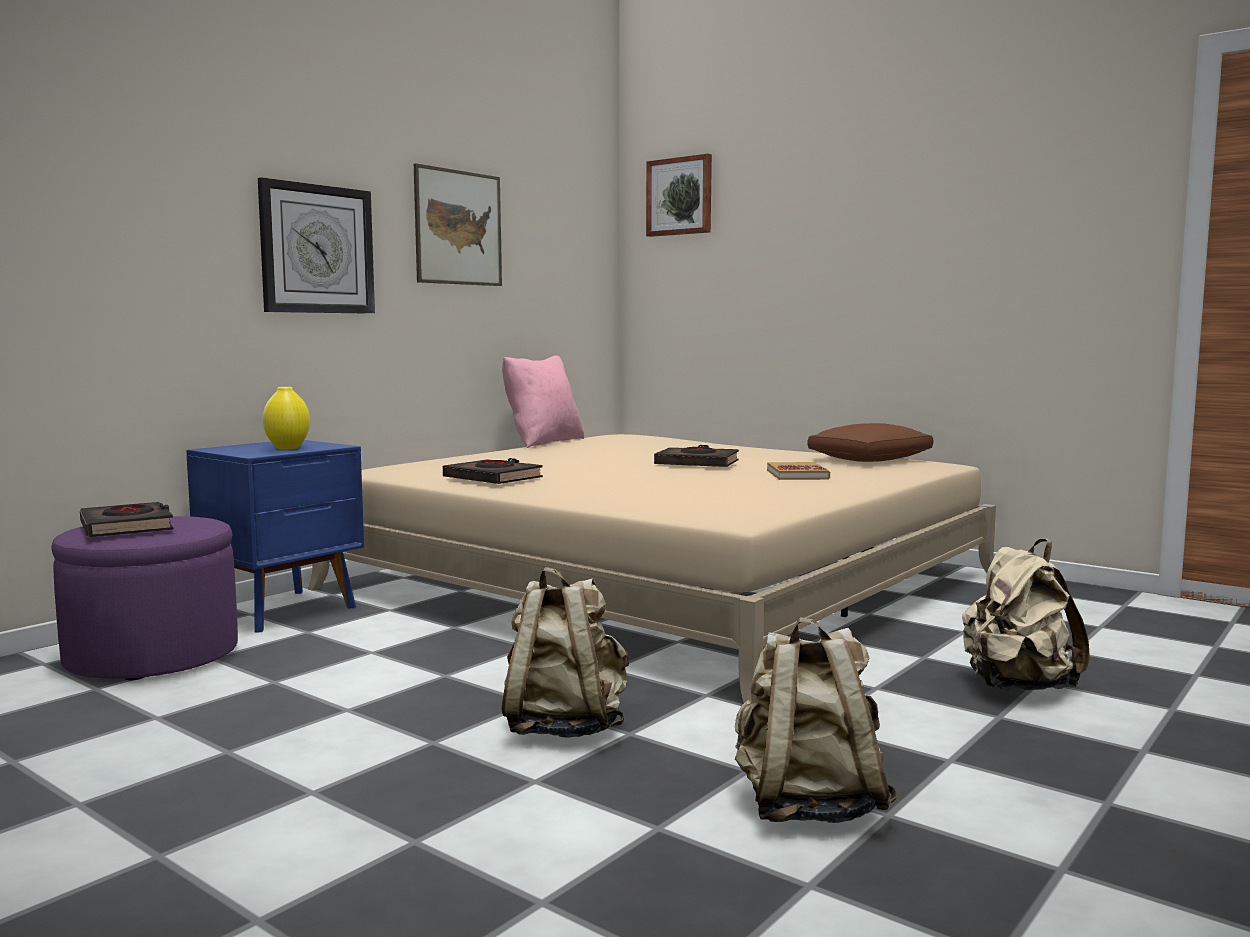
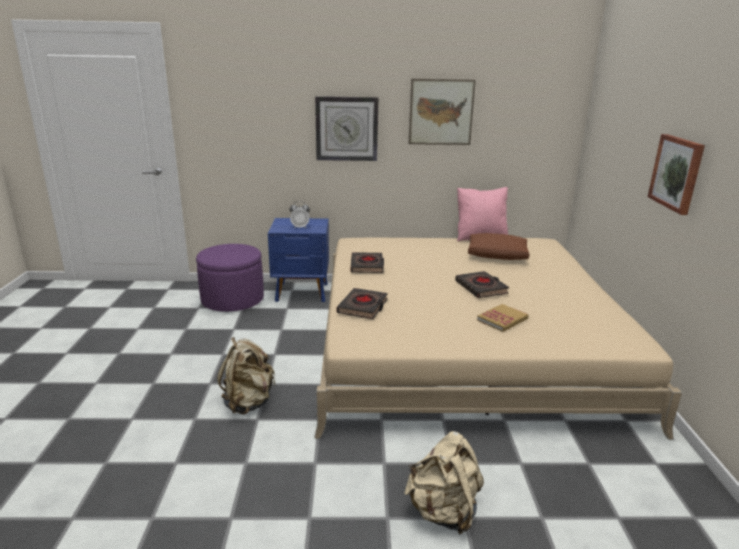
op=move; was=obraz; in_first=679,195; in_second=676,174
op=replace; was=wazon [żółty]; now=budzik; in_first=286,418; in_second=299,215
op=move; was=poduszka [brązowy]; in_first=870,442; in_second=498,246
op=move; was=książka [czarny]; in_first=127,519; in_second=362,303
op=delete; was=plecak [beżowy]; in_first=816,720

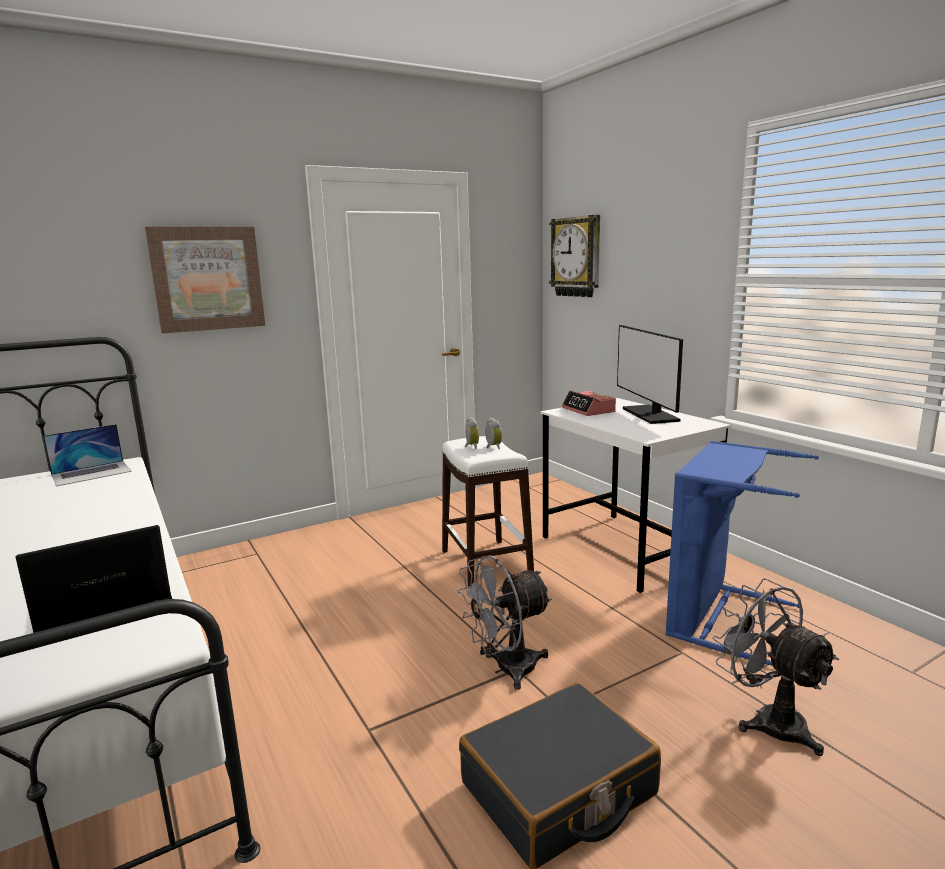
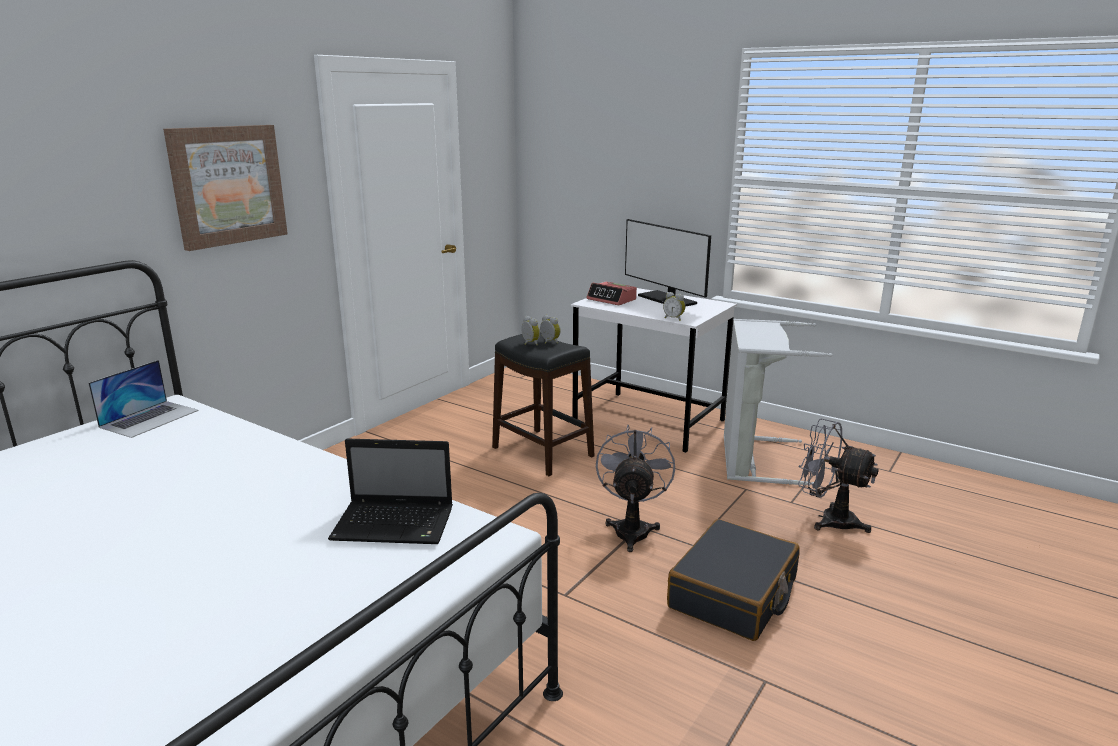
op=delete; was=zegar ścienny; in_first=574,256
op=recolor; was=stołek [biały]; now=stołek [czarny]; in_first=488,512; in_second=543,404
op=recolor; was=kosz na pranie [niebieski]; now=kosz na pranie [szary]; in_first=742,553; in_second=778,402
op=rotate; was=laptop; in_first=94,579; in_second=390,491; clockwise=-120
op=rotate; was=wentylator [szary]; in_first=504,622; in_second=635,488; clockwise=150
op=insert; now=budzik; in_second=674,306

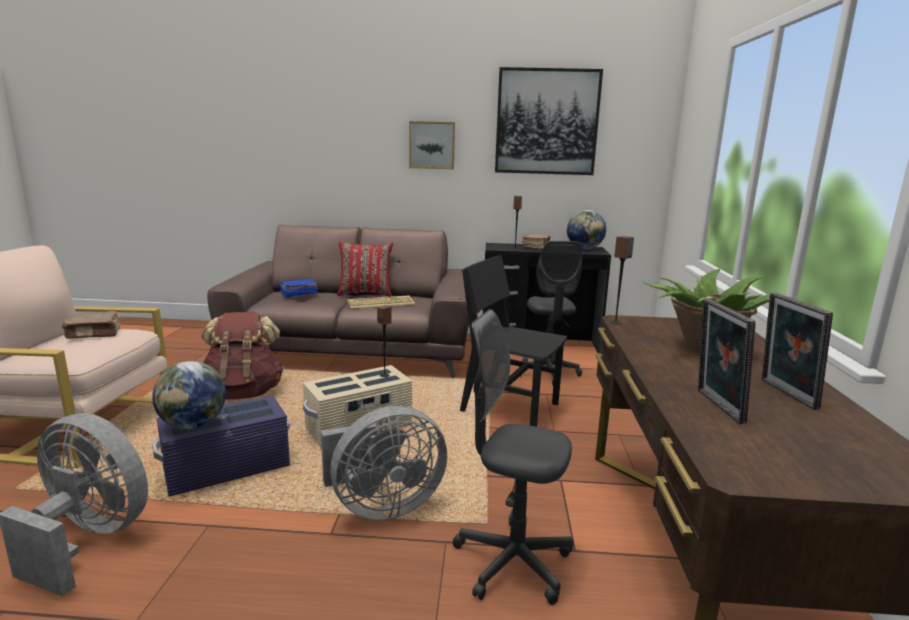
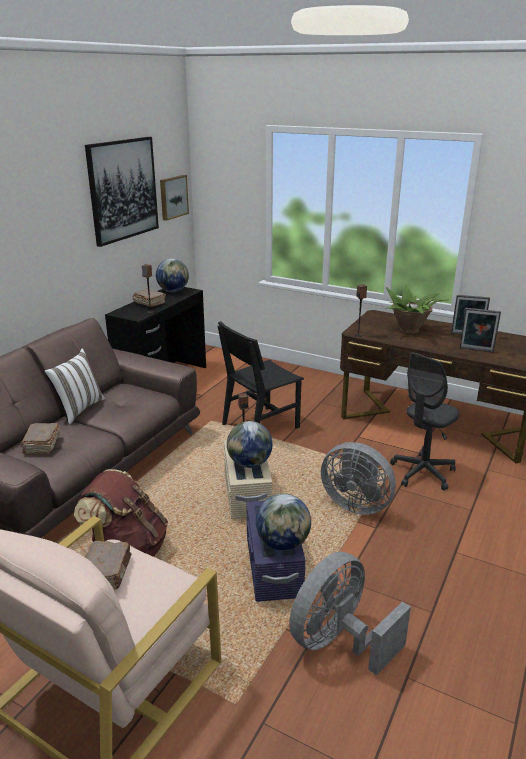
op=move; was=obraz; in_first=432,145; in_second=174,198
op=delete; was=krzesło biurowe [szary]; in_first=550,313
op=recolor; was=poduszka [czerwony]; now=poduszka [biały]; in_first=365,269; in_second=74,387
op=recolor; was=książka [niebieski]; now=książka [brązowy]; in_first=299,289; in_second=40,439
op=delete; was=klawiatura; in_first=381,302
op=rotate; was=wentylator [szary]; in_first=384,463; in_second=358,478; clockwise=120
op=insert; now=globus; in_second=250,444

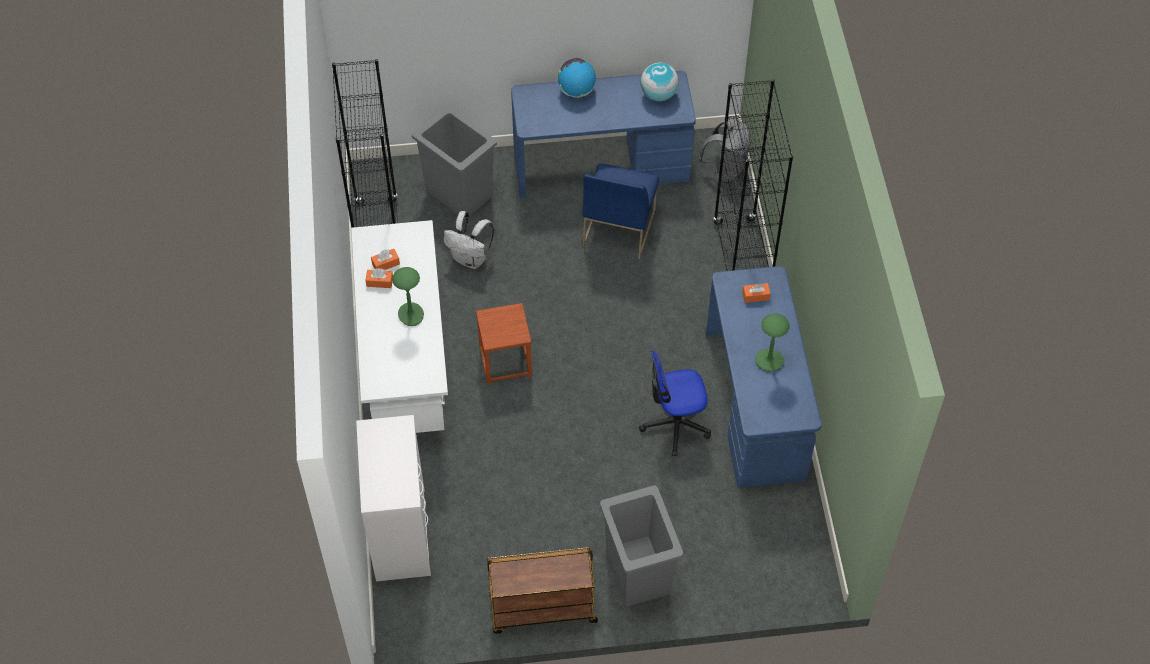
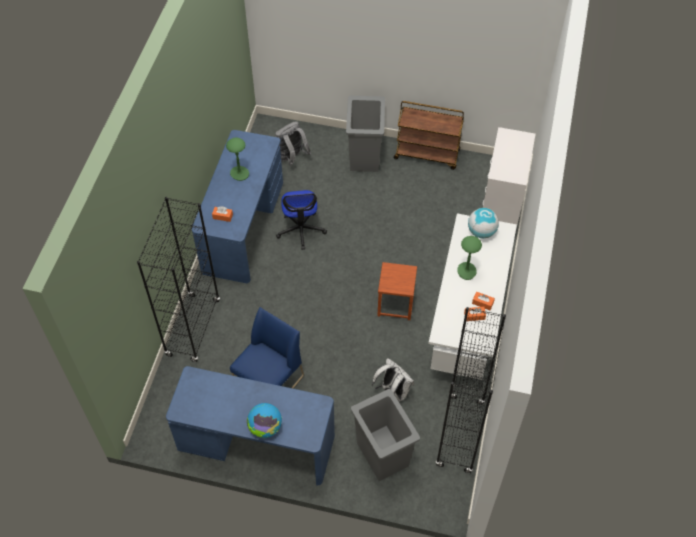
op=move; was=globus; in_first=659,82; in_second=483,223
op=move; was=plecak [szary]; in_first=725,151; in_second=293,143
op=rotate; was=krzesło biurowe; in_first=675,403; in_second=301,220; clockwise=75

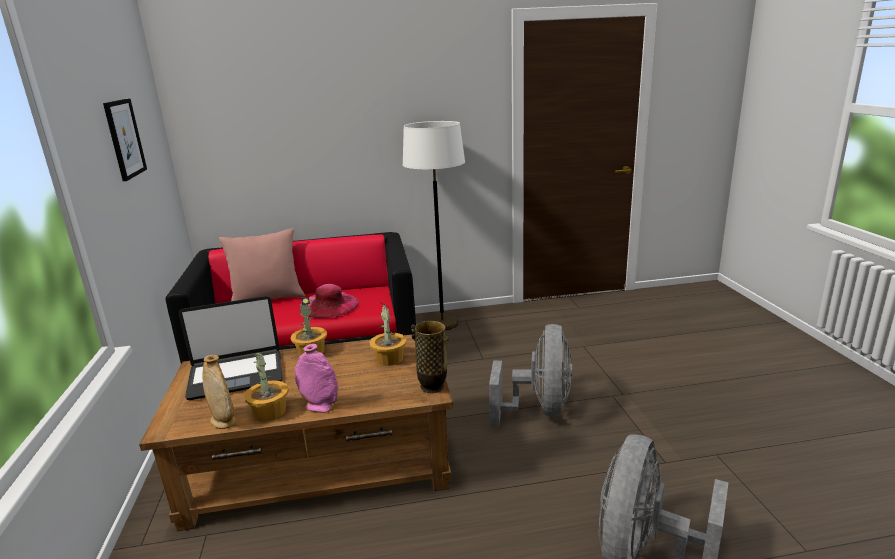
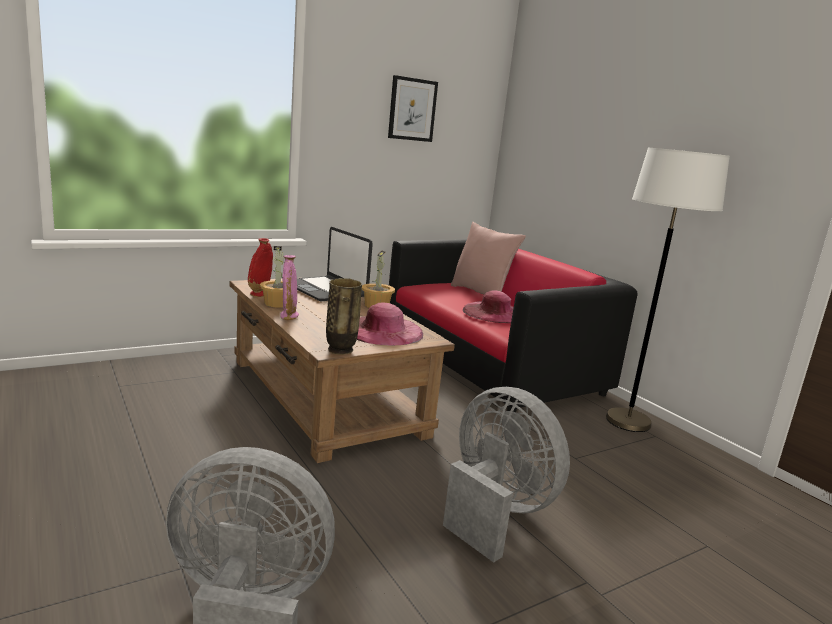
op=replace; was=roślina doniczkowa; now=kapelusz [różowy]; in_first=388,334; in_second=390,324
op=rotate; was=wentylator [szary]; in_first=531,375; in_second=506,475; clockwise=-120
op=recolor; was=wazon [beżowy]; now=wazon [czerwony]; in_first=219,392; in_second=260,267

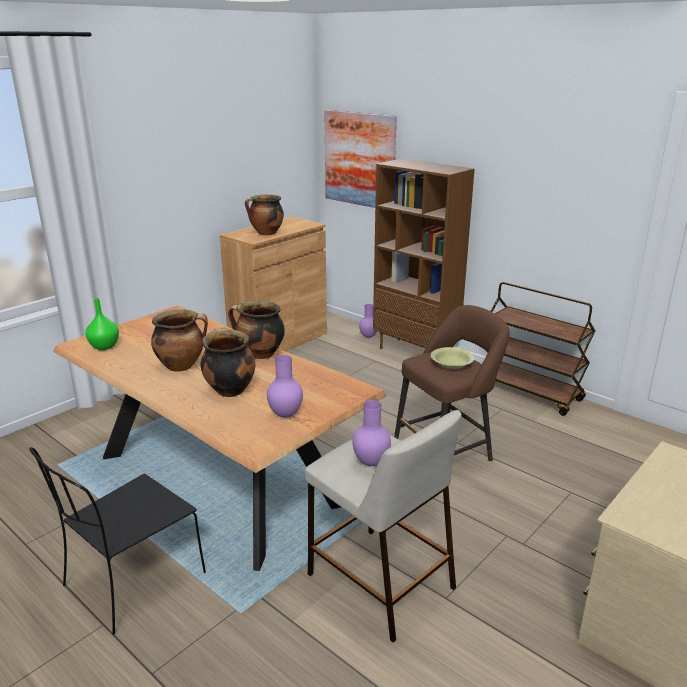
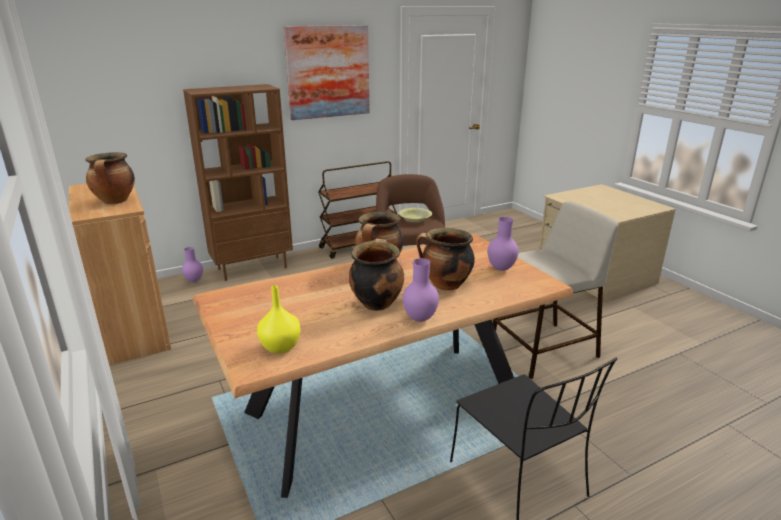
op=move; was=obraz; in_first=361,159; in_second=327,72
op=recolor; was=wazon [zielony]; now=wazon [żółty]; in_first=102,324; in_second=279,319
op=move; was=wazon [fioletowy]; in_first=372,433; in_second=421,290

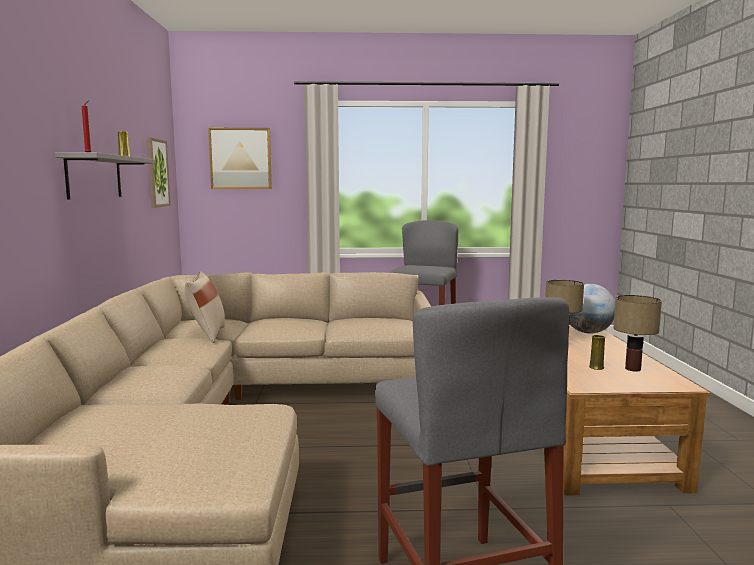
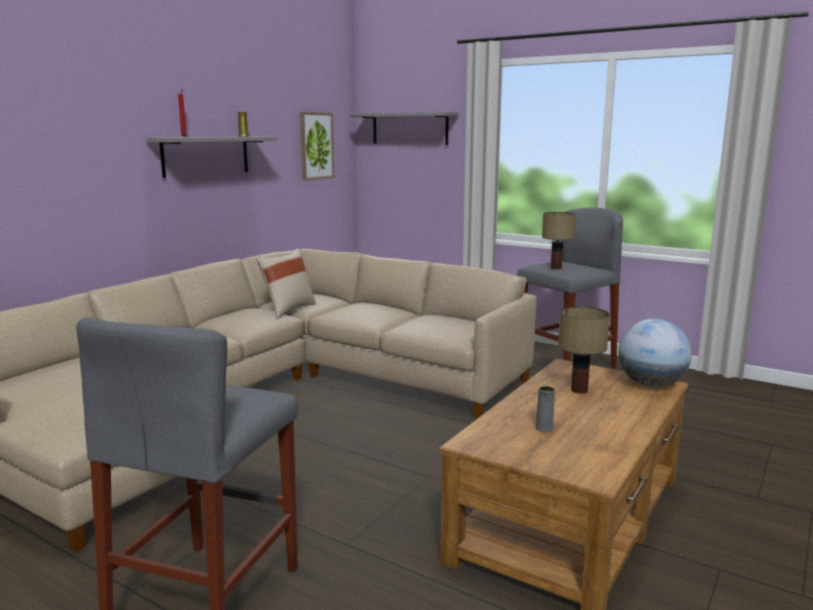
op=replace; was=obraz; now=półka [szary]; in_first=240,158; in_second=404,128
op=move; was=lampa stołowa; in_first=638,333; in_second=559,240
op=recolor; was=wazon [żółty]; now=wazon [szary]; in_first=597,352; in_second=545,409

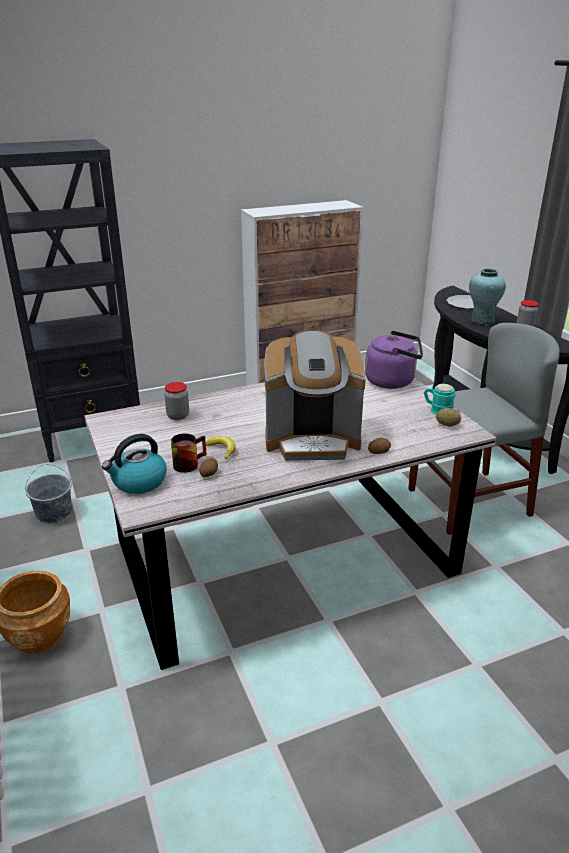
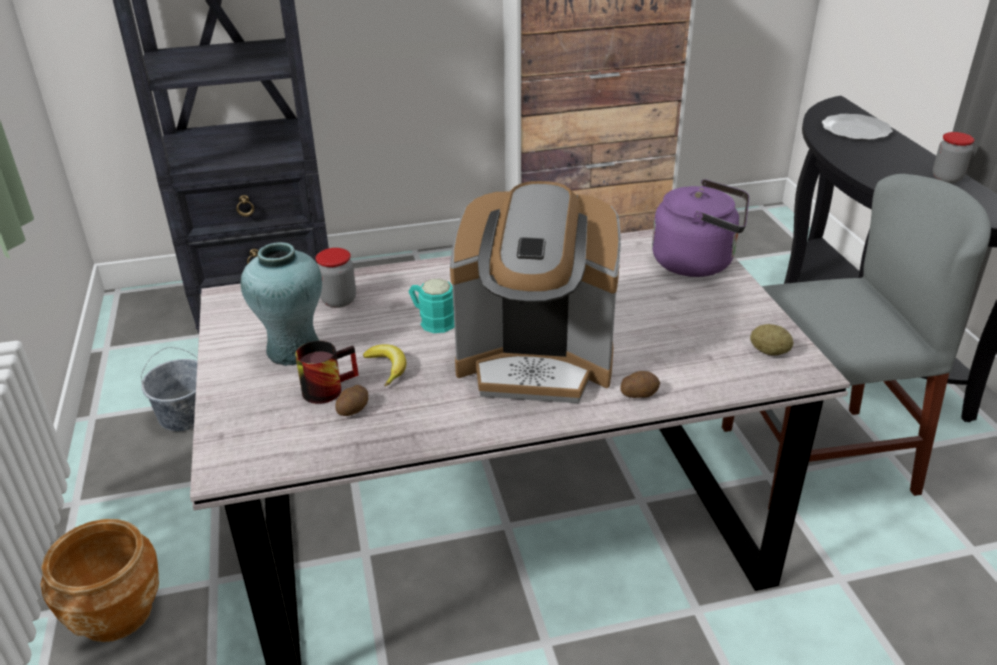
op=move; was=wazon [turkusowy]; in_first=487,296; in_second=281,304
op=move; was=kubek [turkusowy]; in_first=439,399; in_second=431,305
op=delete; was=czajnik; in_first=134,464

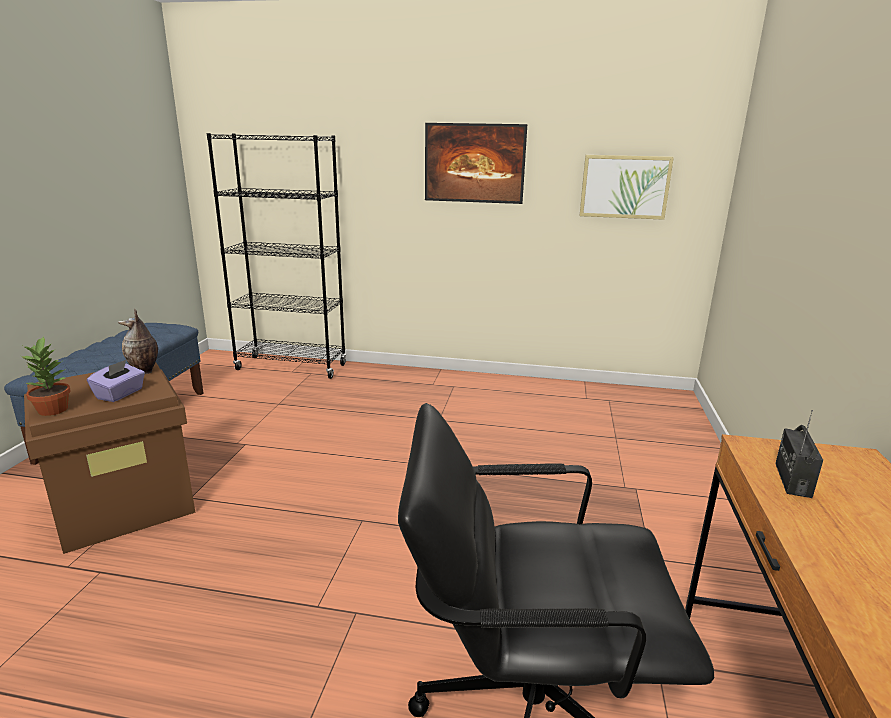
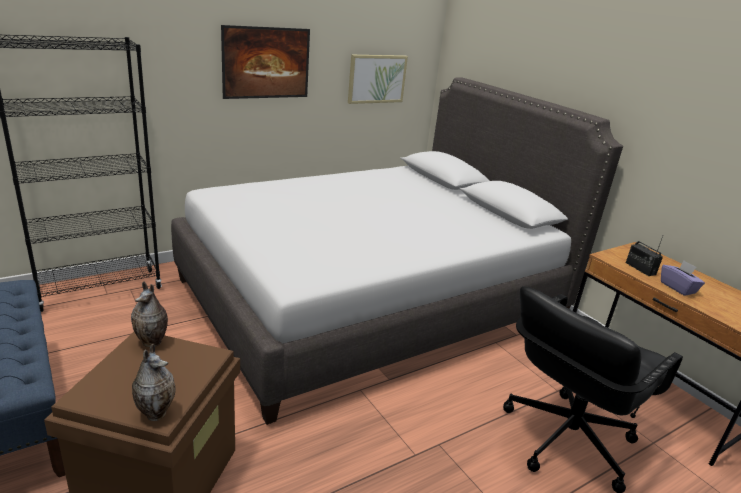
op=replace; was=roślina doniczkowa; now=wazon; in_first=46,376; in_second=154,382
op=move; was=pudełko chusteczek [fioletowy]; in_first=116,381; in_second=683,278
op=insert; now=łóżko [biały]; in_second=397,251

